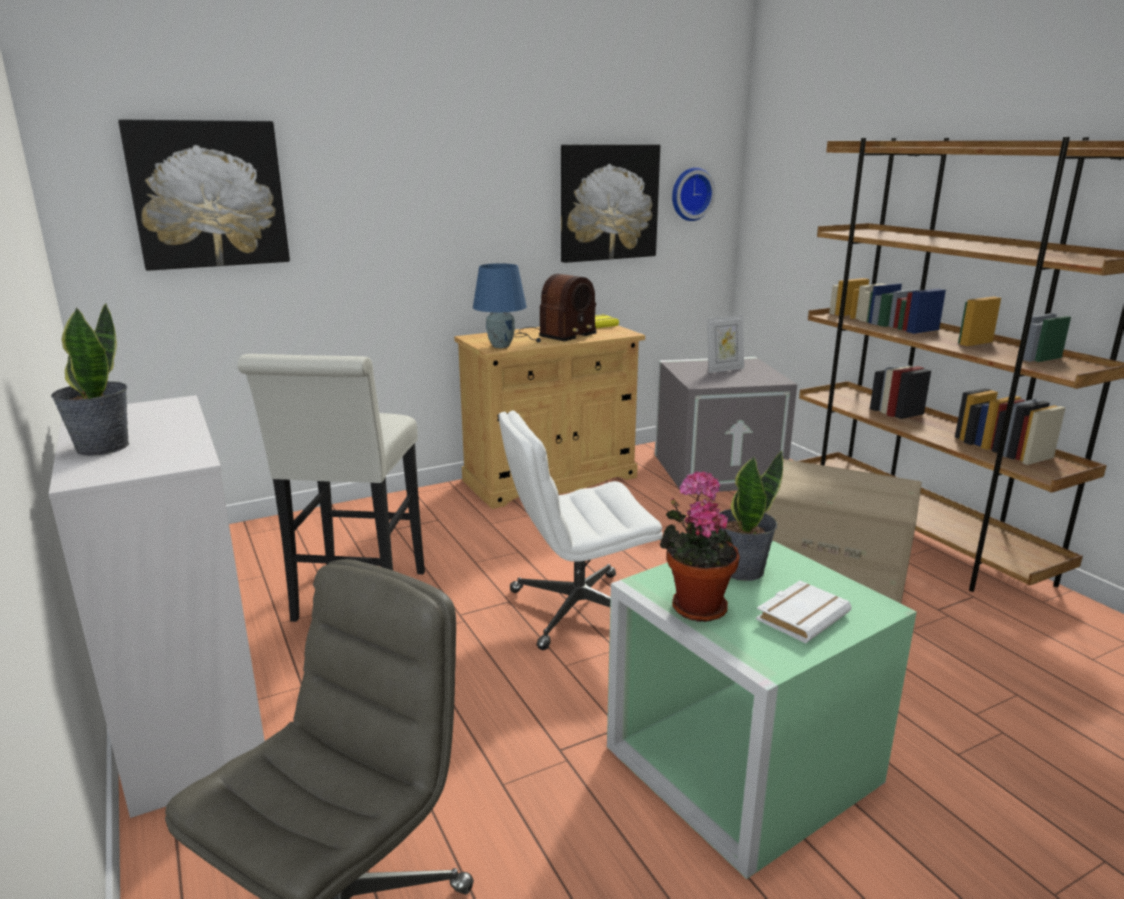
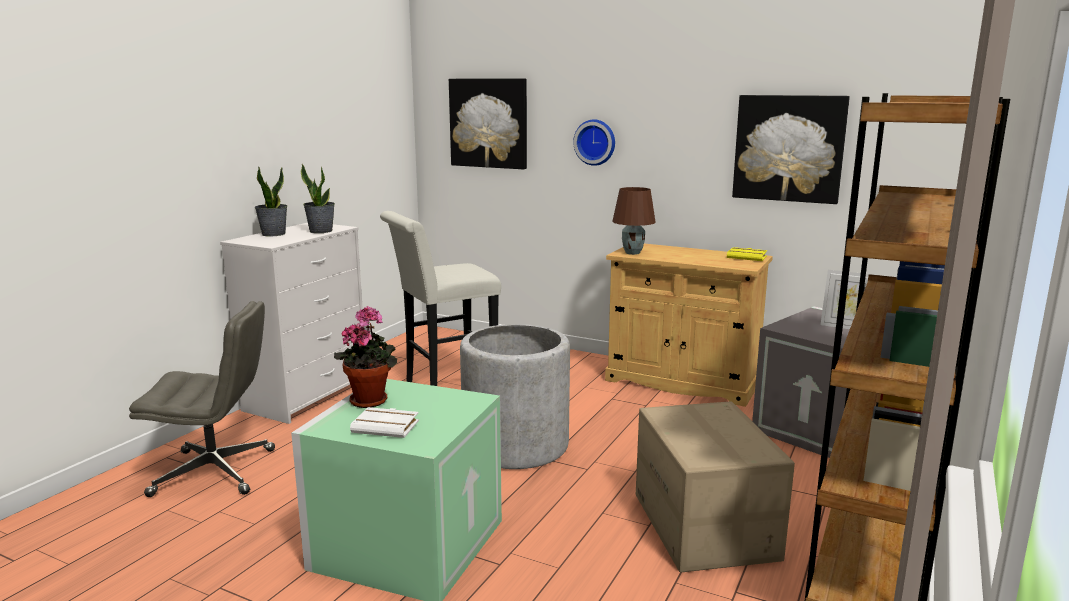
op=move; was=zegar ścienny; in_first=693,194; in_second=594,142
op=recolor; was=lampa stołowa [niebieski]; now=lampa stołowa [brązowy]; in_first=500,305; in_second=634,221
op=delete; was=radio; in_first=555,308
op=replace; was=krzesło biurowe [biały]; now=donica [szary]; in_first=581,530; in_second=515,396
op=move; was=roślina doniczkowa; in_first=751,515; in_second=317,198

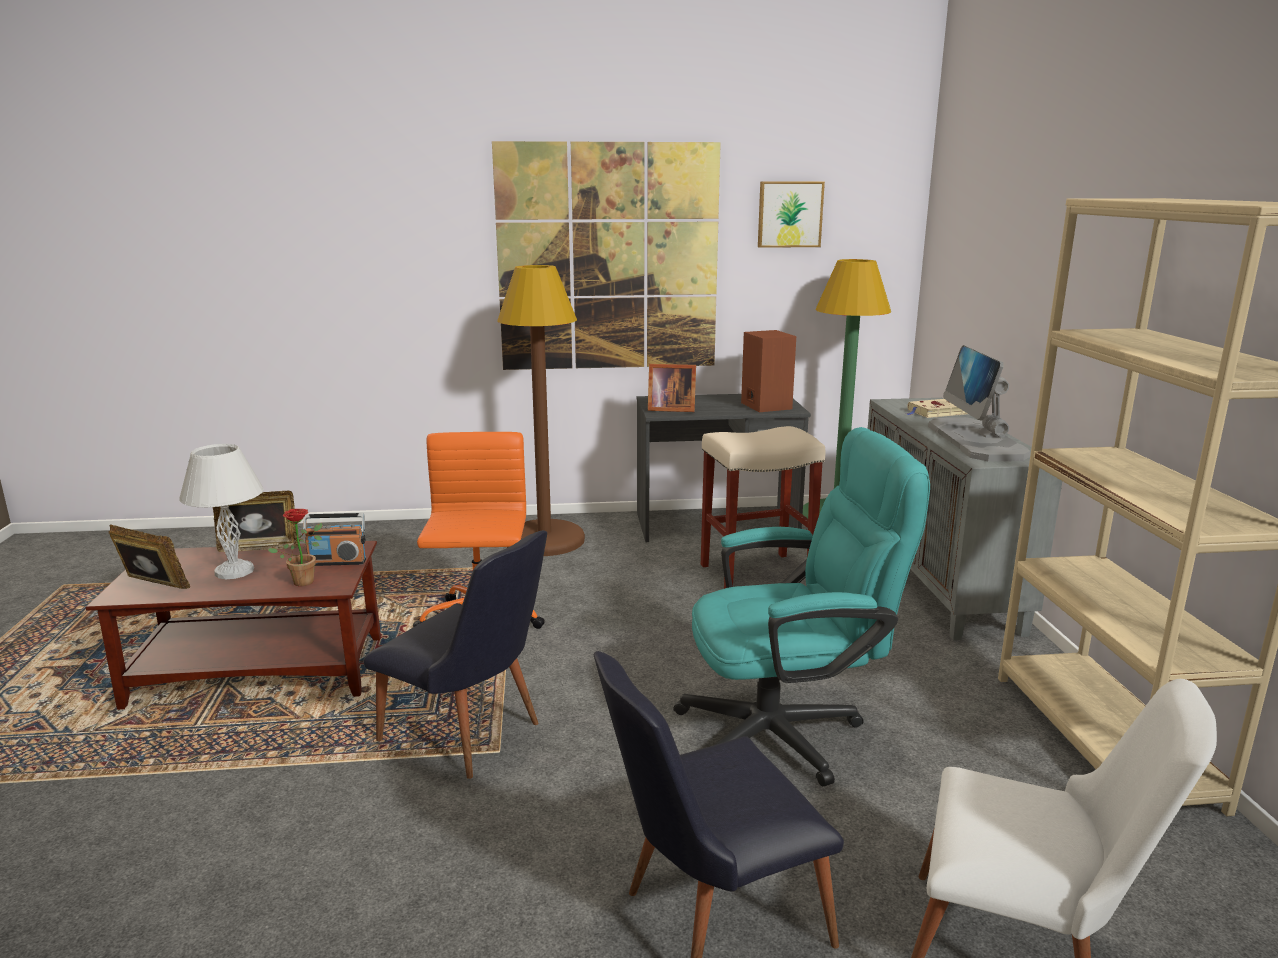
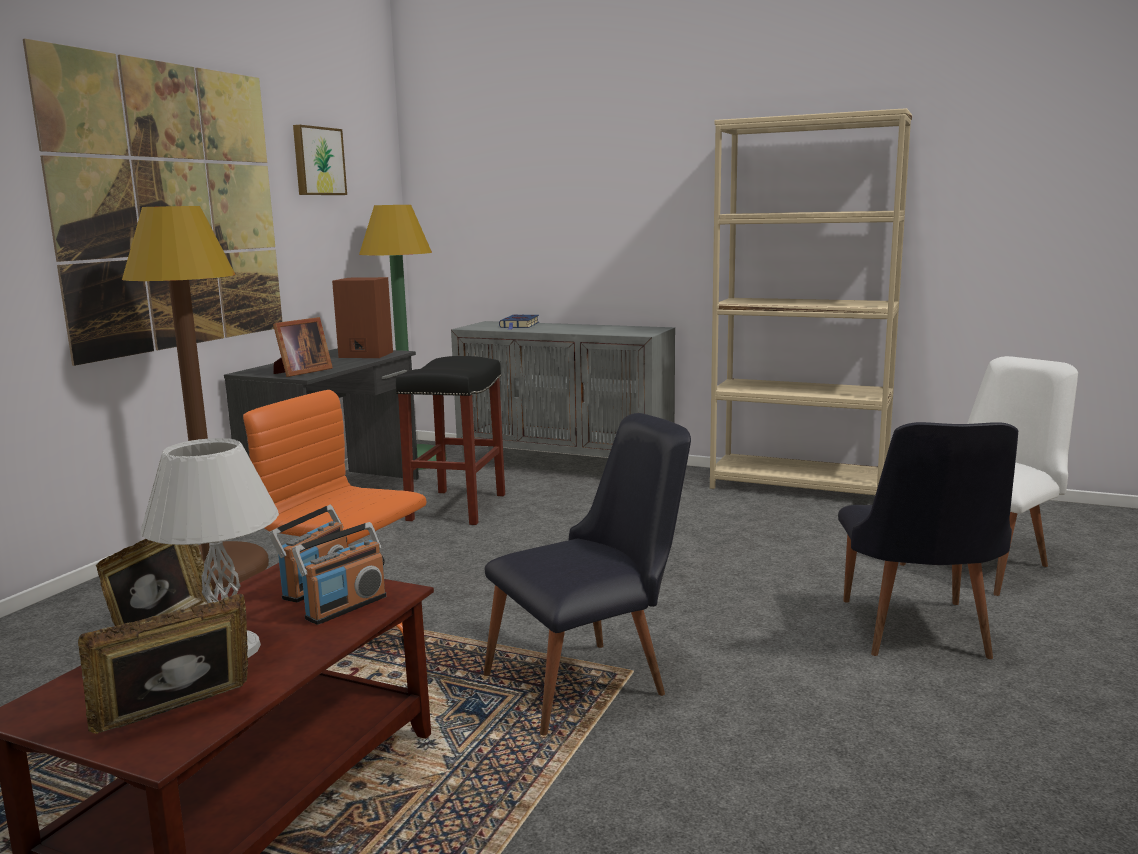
op=delete; was=monitor; in_first=979,403
op=recolor; was=książka [beżowy]; now=książka [niebieski]; in_first=937,408; in_second=519,322
op=recolor; was=stołek [beżowy]; now=stołek [czarny]; in_first=763,507; in_second=450,440
op=delete; was=krzesło biurowe [turkusowy]; in_first=801,606
op=replace; was=roślina doniczkowa; now=radio; in_first=295,547; in_second=339,573

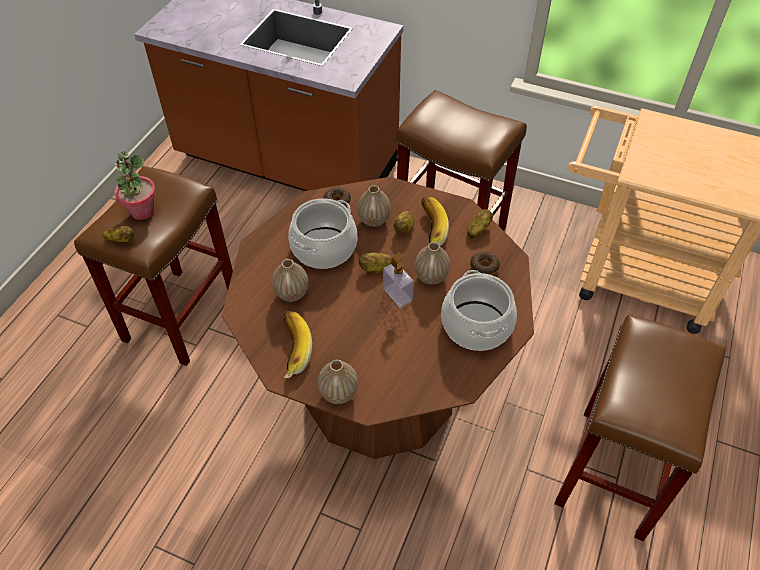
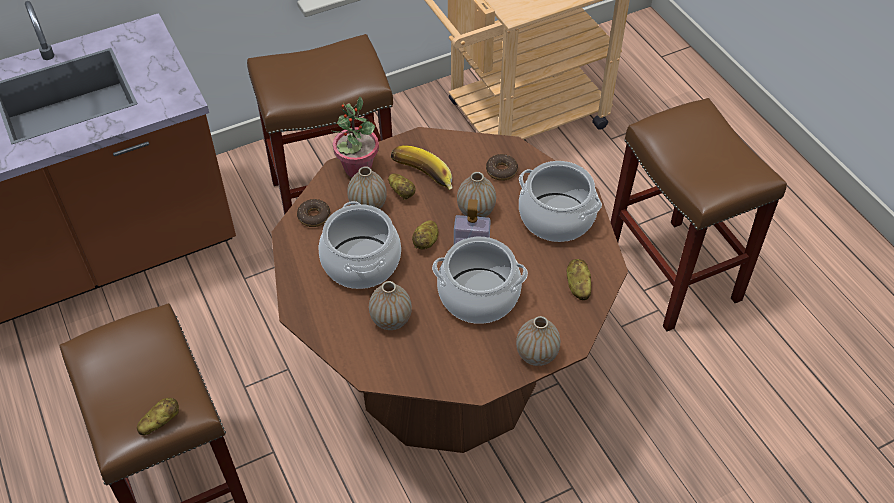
op=move; was=roślina doniczkowa; in_first=135,185; in_second=355,136
op=move; was=ziemniak; in_first=480,223; in_second=579,279
op=delete; was=banan; in_first=298,344
op=insert; now=garnek; in_second=480,280

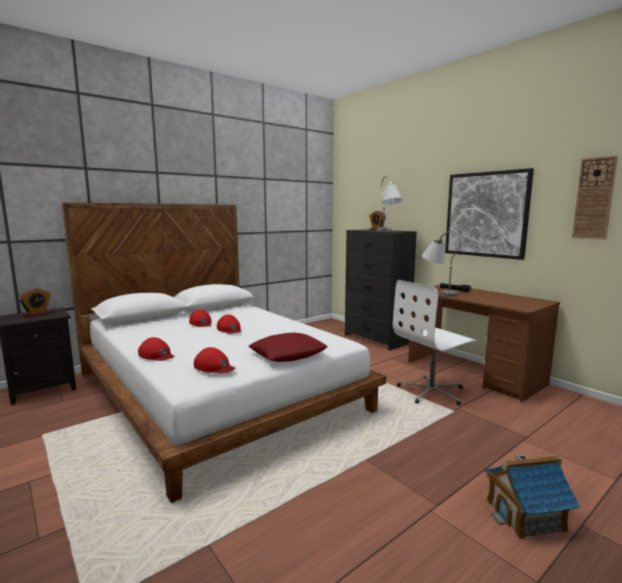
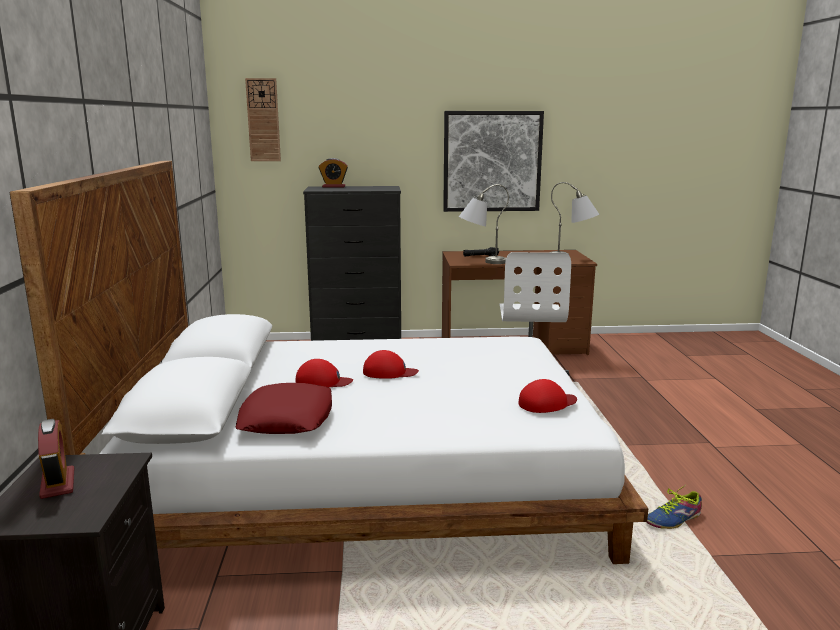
op=move; was=zegar ścienny; in_first=595,197; in_second=263,119
op=move; was=lampa stołowa [szary]; in_first=389,203; in_second=574,218
op=move; was=poduszka [czerwony]; in_first=288,347; in_second=283,408
op=delete; was=czapka z daszkiem [czerwony]; in_first=156,349
op=delete; was=domek; in_first=532,497
op=insert; now=but; in_second=674,507

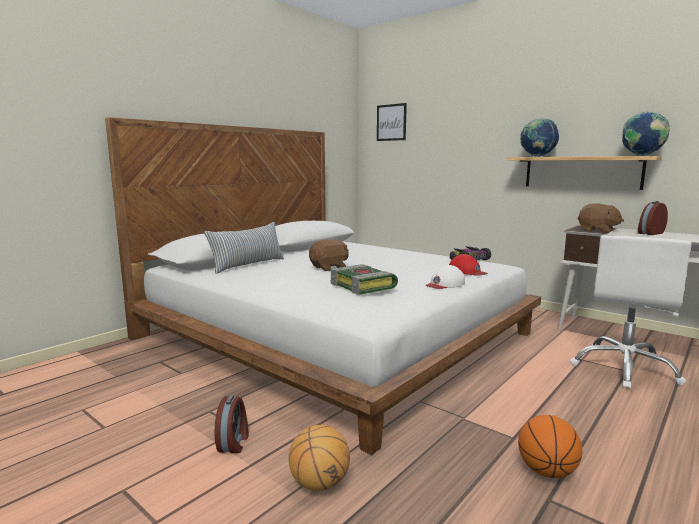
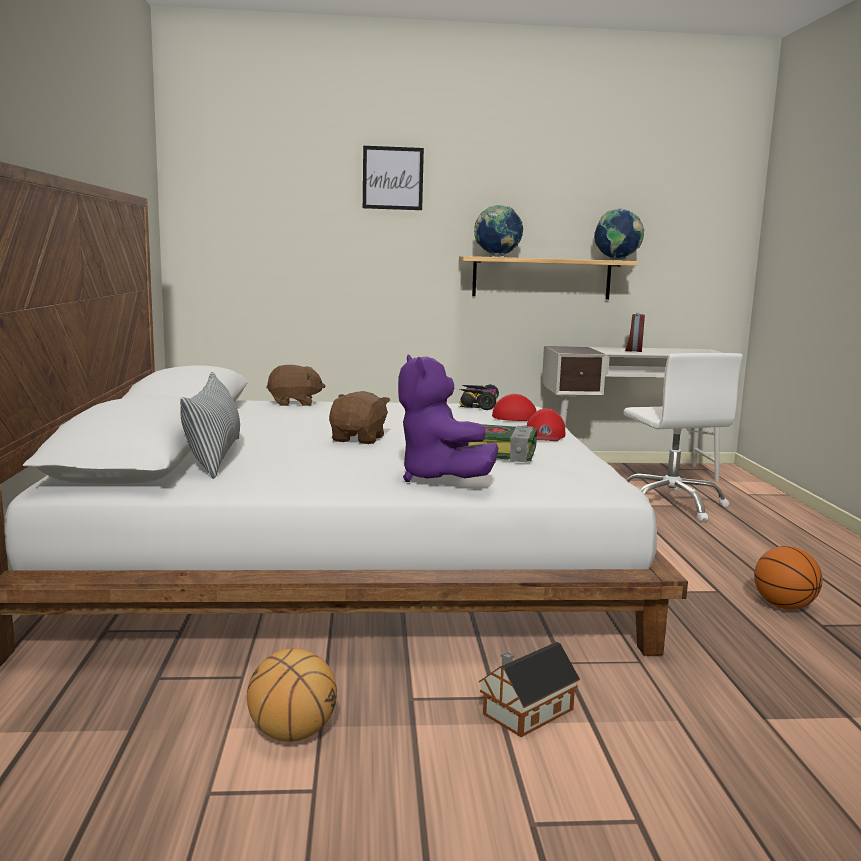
op=move; was=obraz; in_first=392,122; in_second=393,178
op=move; was=pluszak [brązowy]; in_first=601,218; in_second=295,385
op=recolor; was=czapka z daszkiem [biały]; now=czapka z daszkiem [czerwony]; in_first=445,277; in_second=546,424
op=replace; was=budzik; now=domek; in_first=231,424; in_second=529,689
op=move; was=piłka do koszykówki; in_first=319,458; in_second=292,695
op=insert; now=pluszak [fioletowy]; in_second=448,418

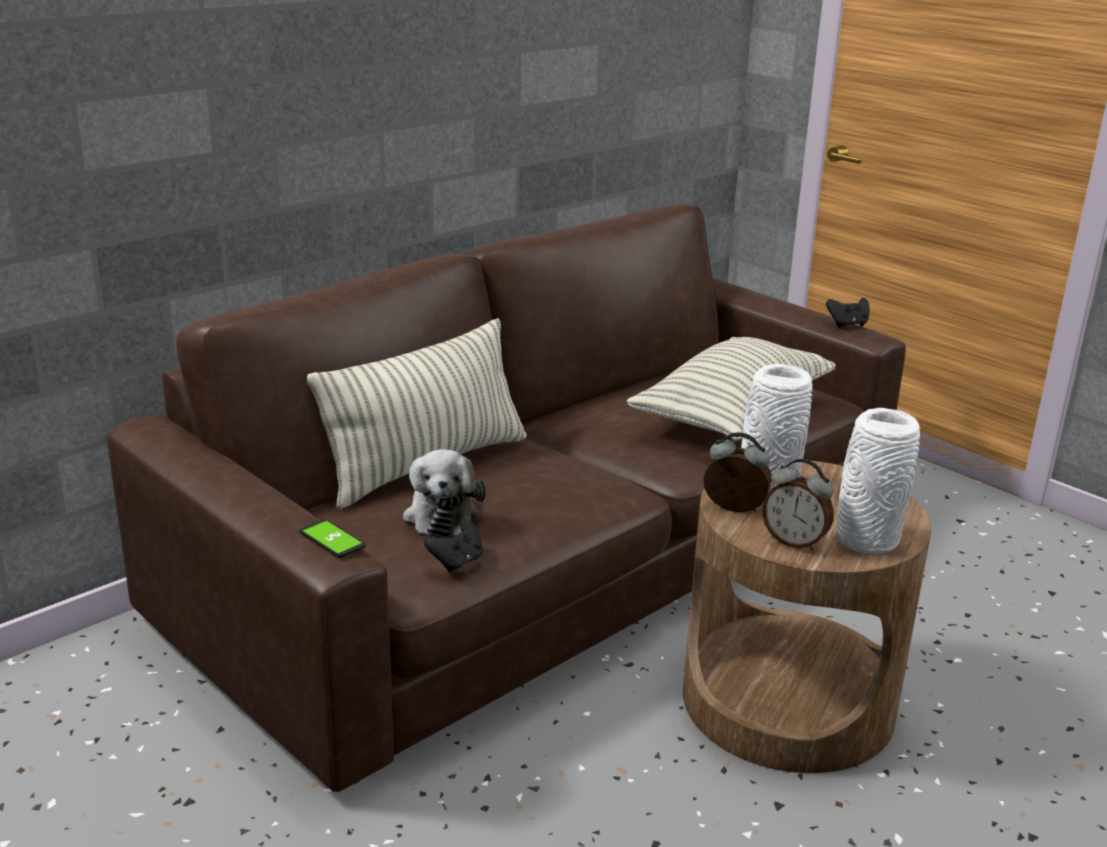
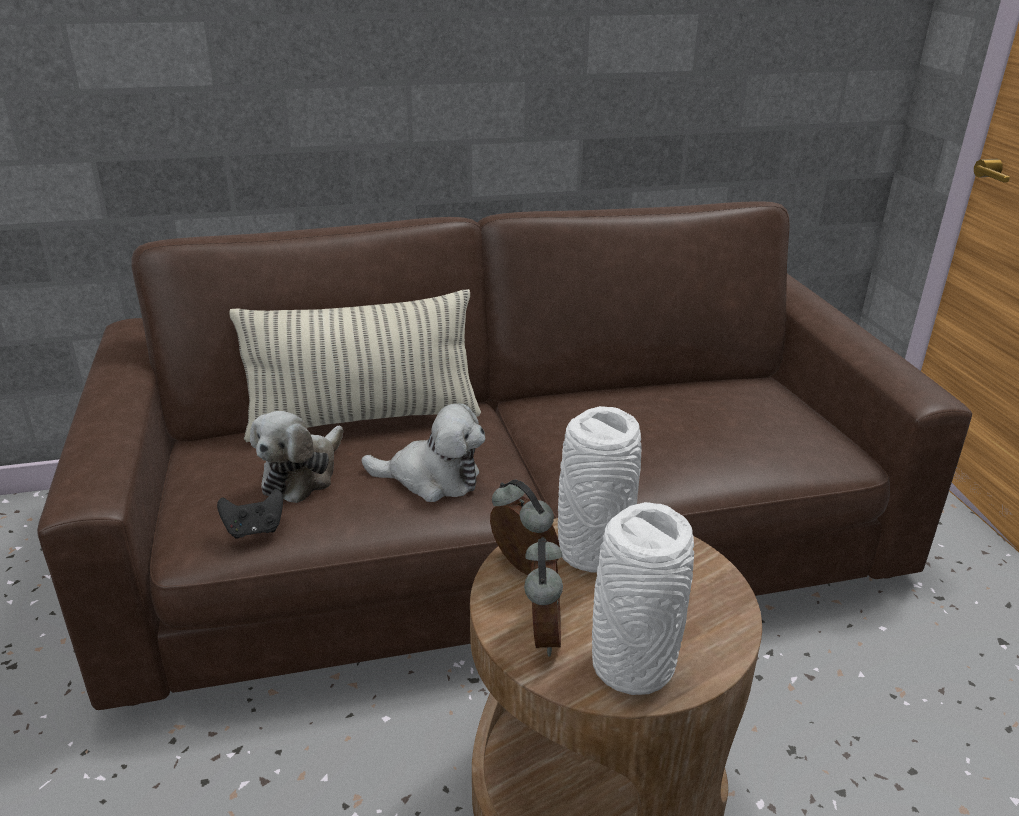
op=delete; was=pad do gier [czarny]; in_first=847,313
op=delete; was=poduszka; in_first=731,389
op=rotate; was=budzik; in_first=798,505; in_second=543,596; clockwise=-150
op=delete; was=telefon; in_first=332,538
op=insert; now=pluszak; in_second=423,452

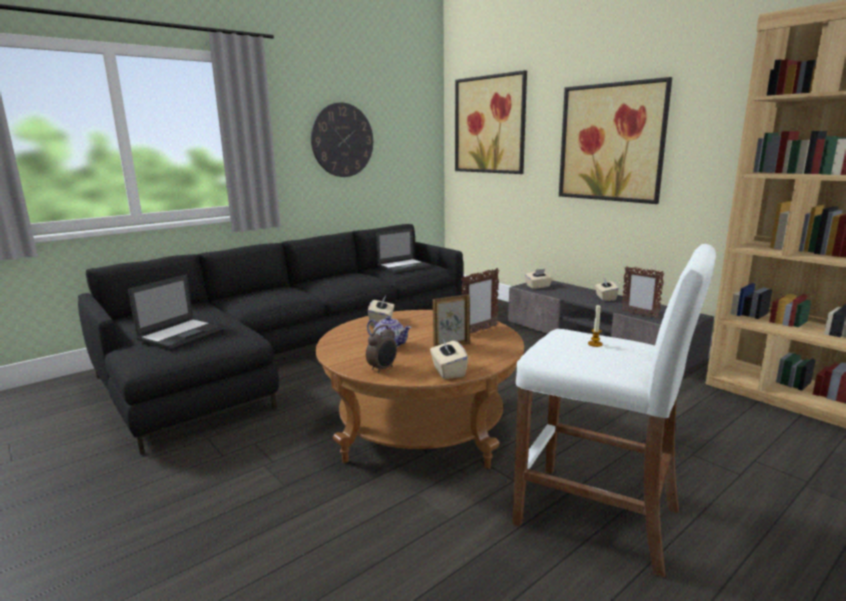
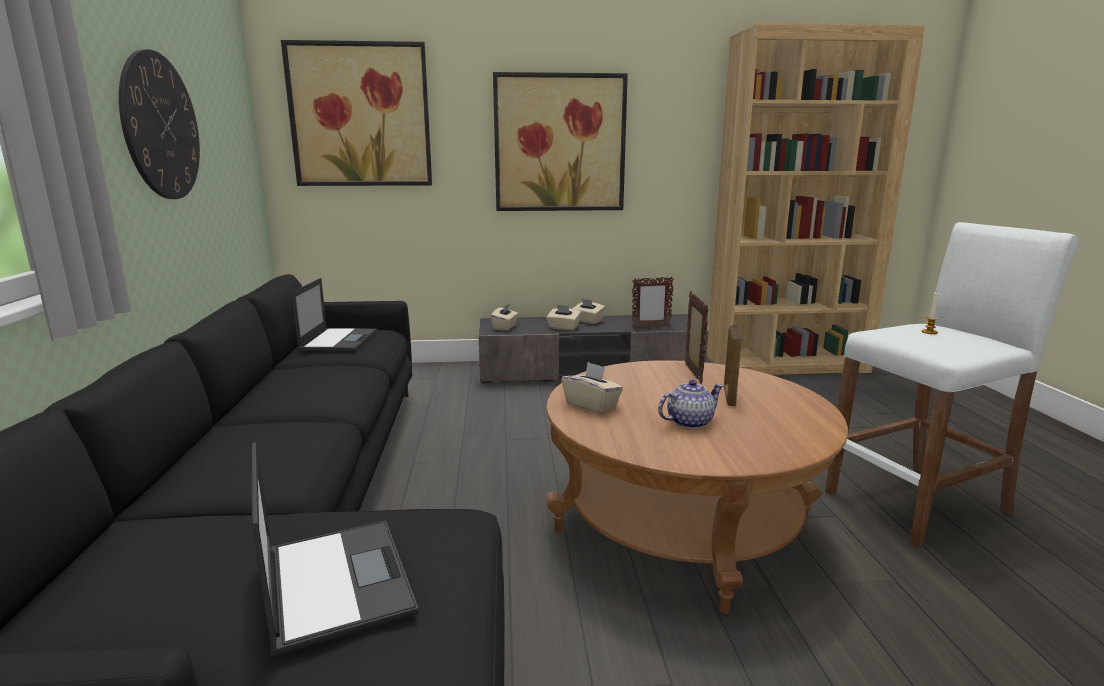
op=delete; was=budzik; in_first=381,349
op=move; was=pudełko chusteczek [beżowy]; in_first=449,359; in_second=563,318

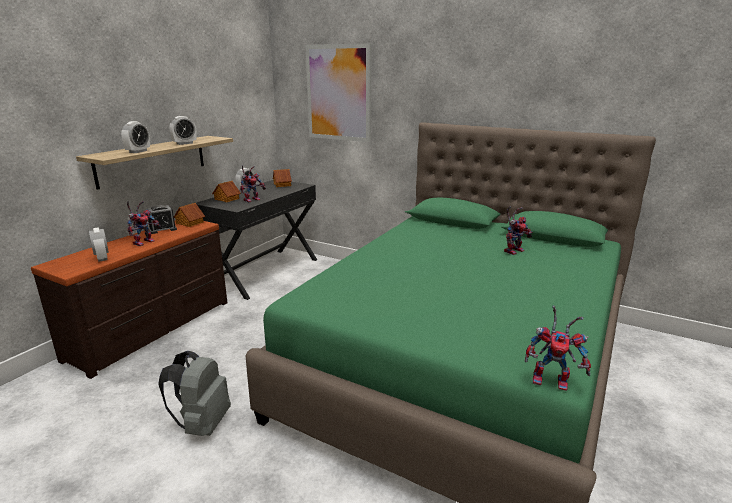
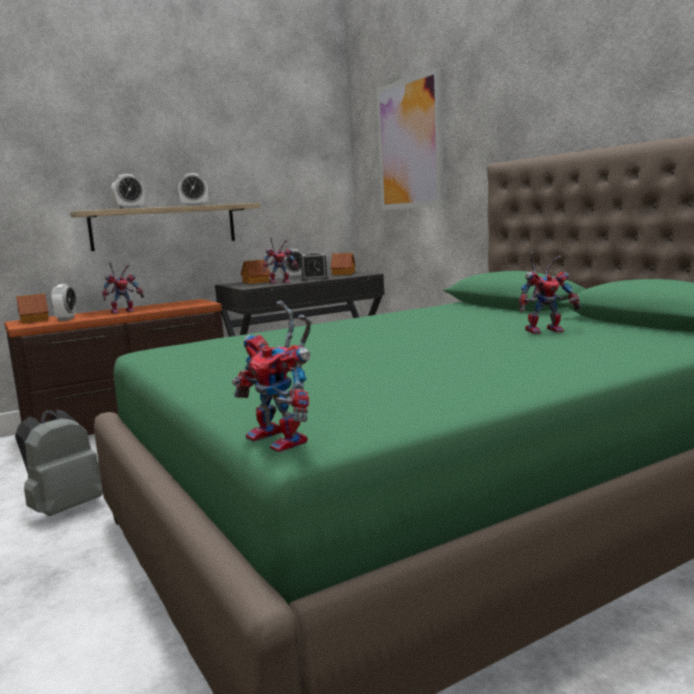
op=move; was=domek; in_first=189,215; in_second=32,308
op=move; was=budzik; in_first=162,219; in_second=314,266

